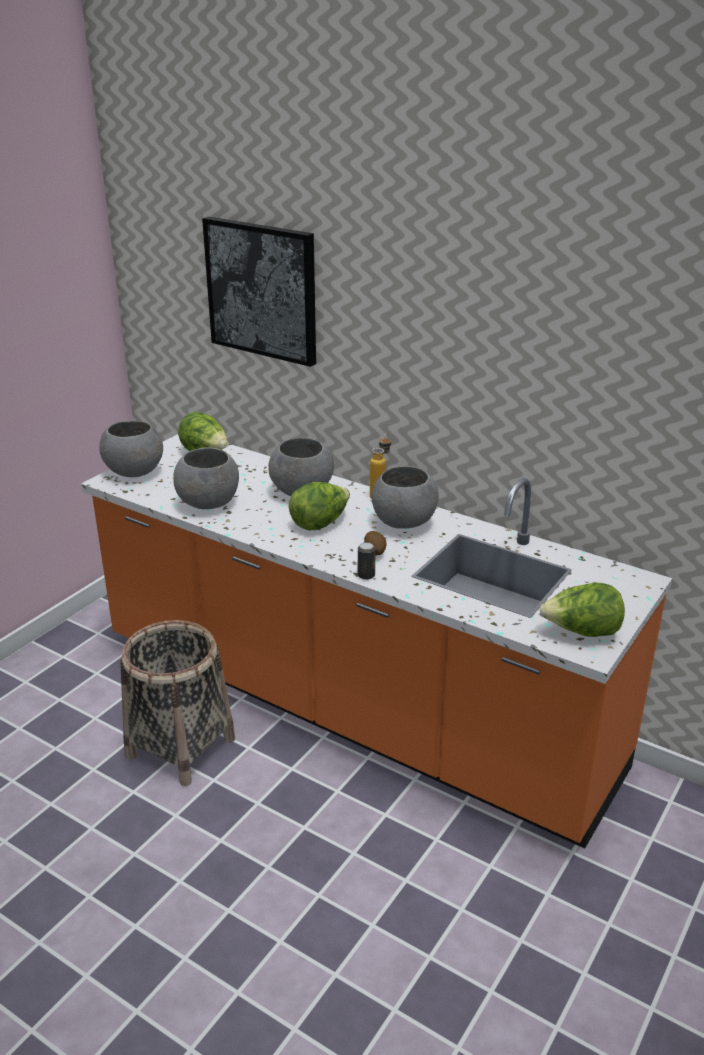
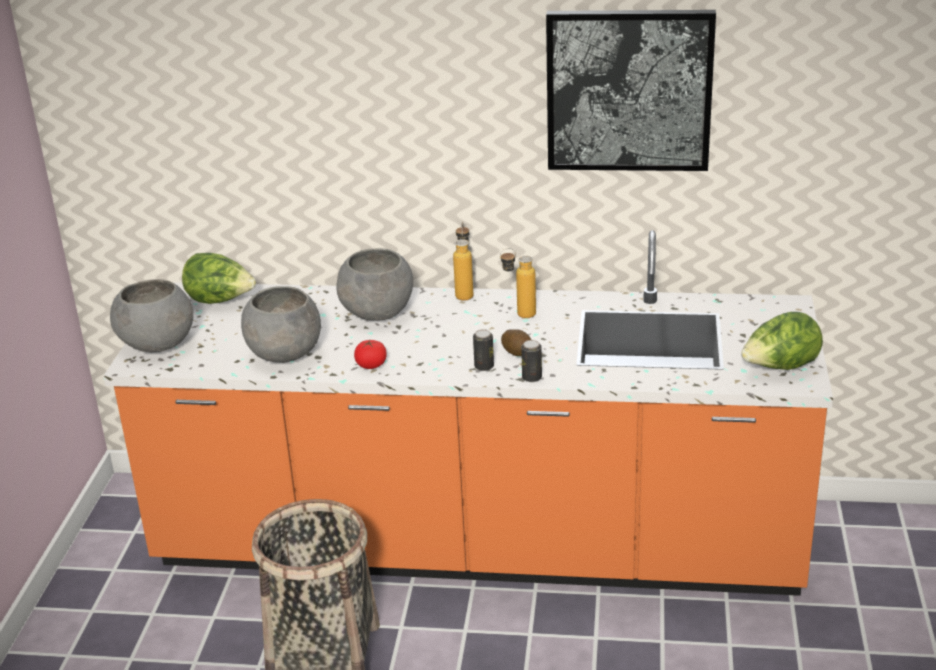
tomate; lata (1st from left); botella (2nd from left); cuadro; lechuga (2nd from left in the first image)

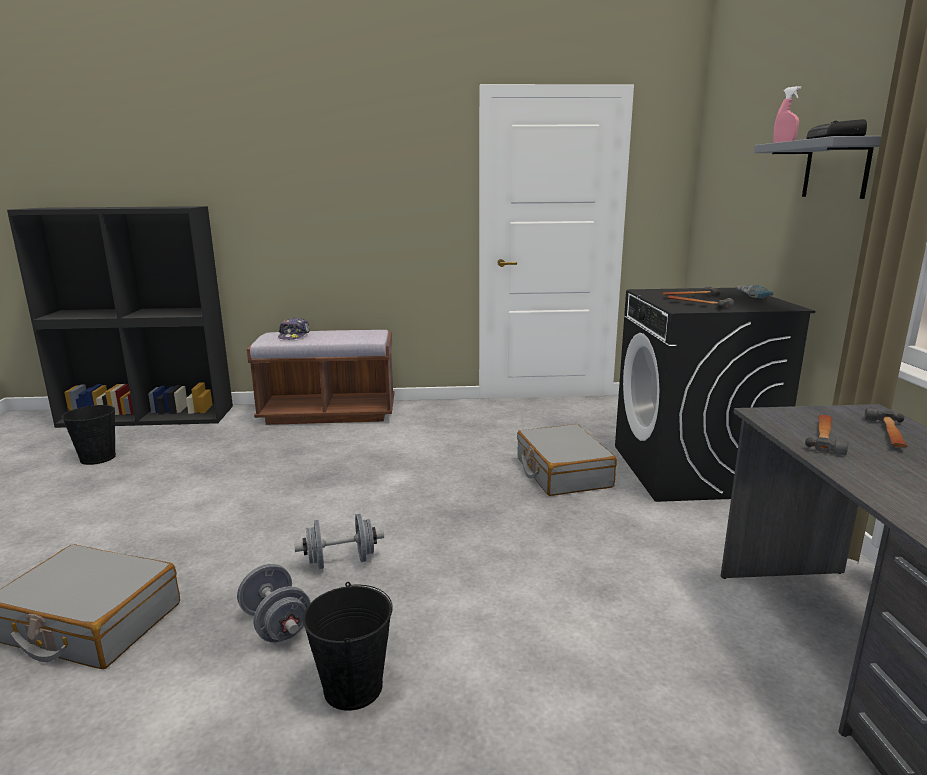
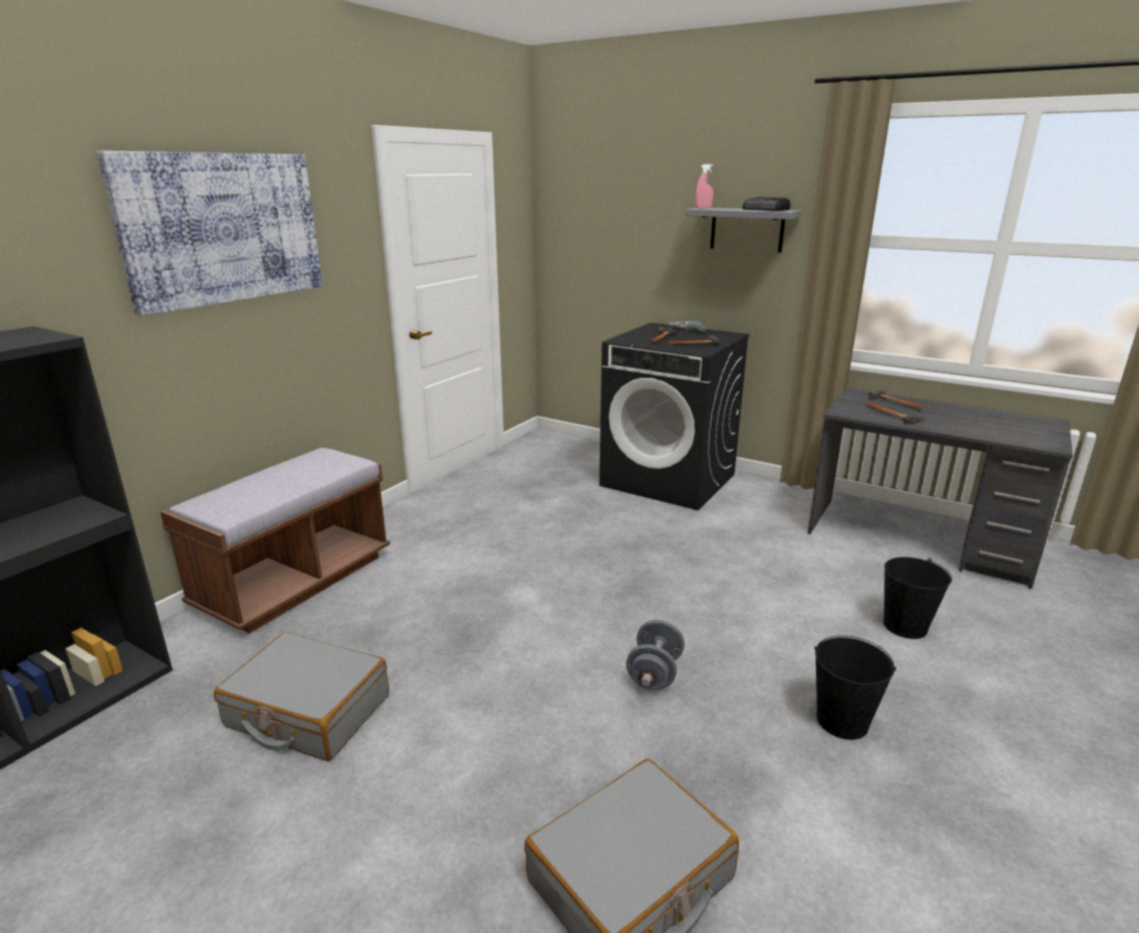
cuadro; maleta/gris (1st from left); cubo/negro (2nd from left); mancuerna/gris (1st from left in the first image); gorra

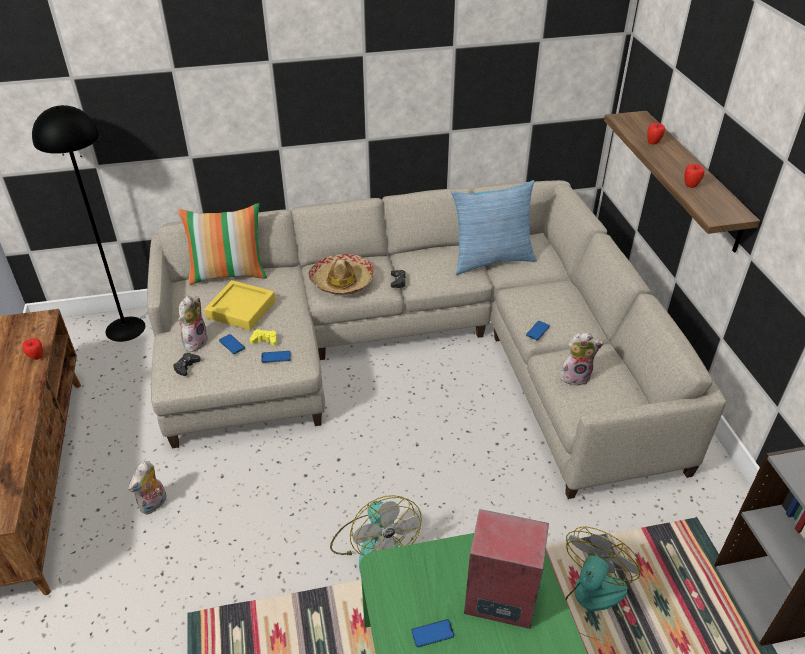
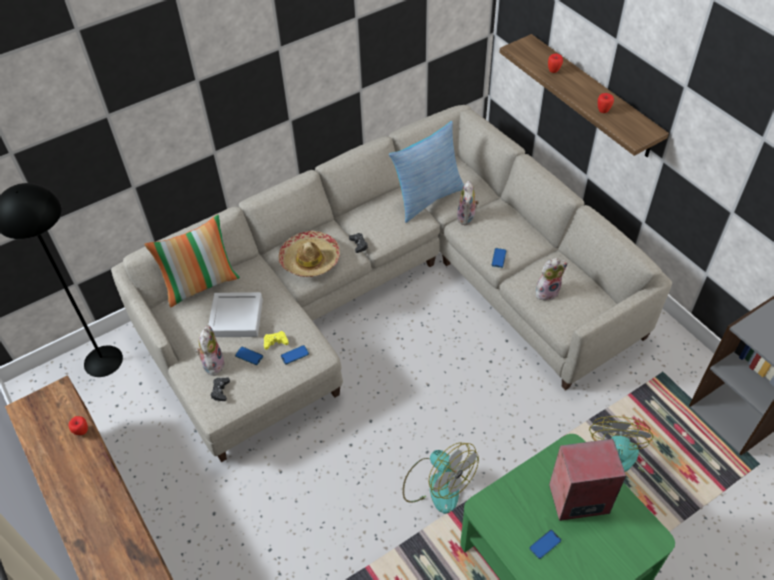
bandeja/gris; peluche (2nd from left)

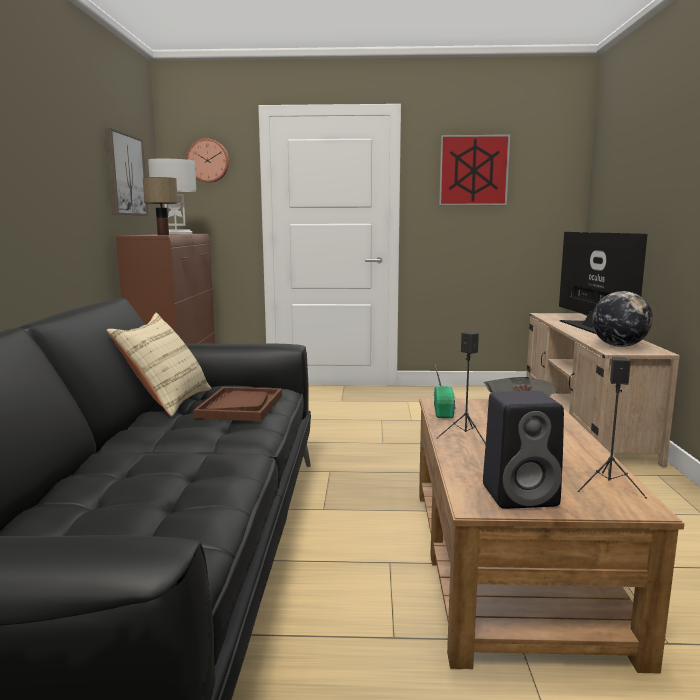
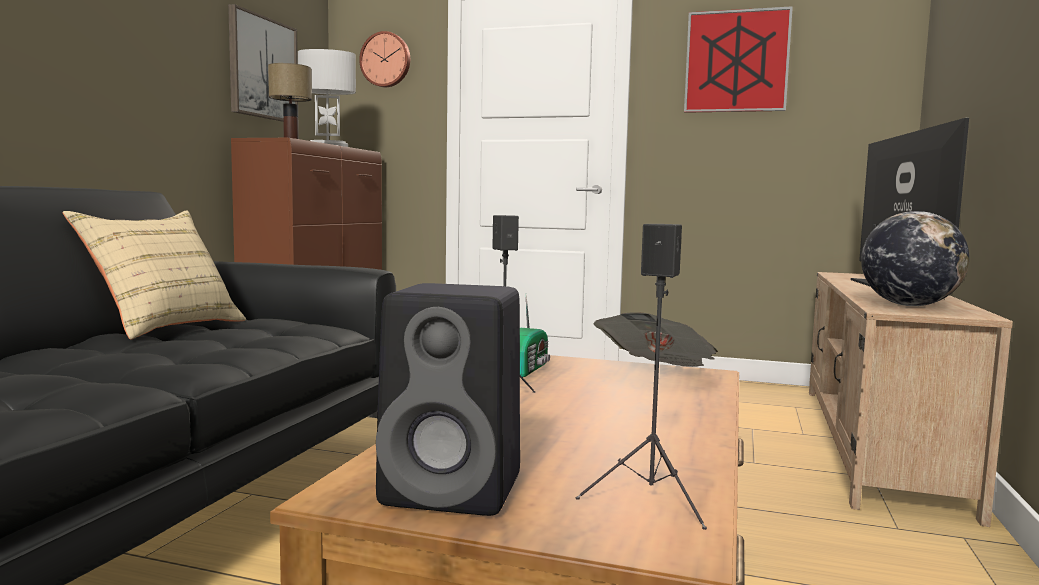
bandeja/marrón

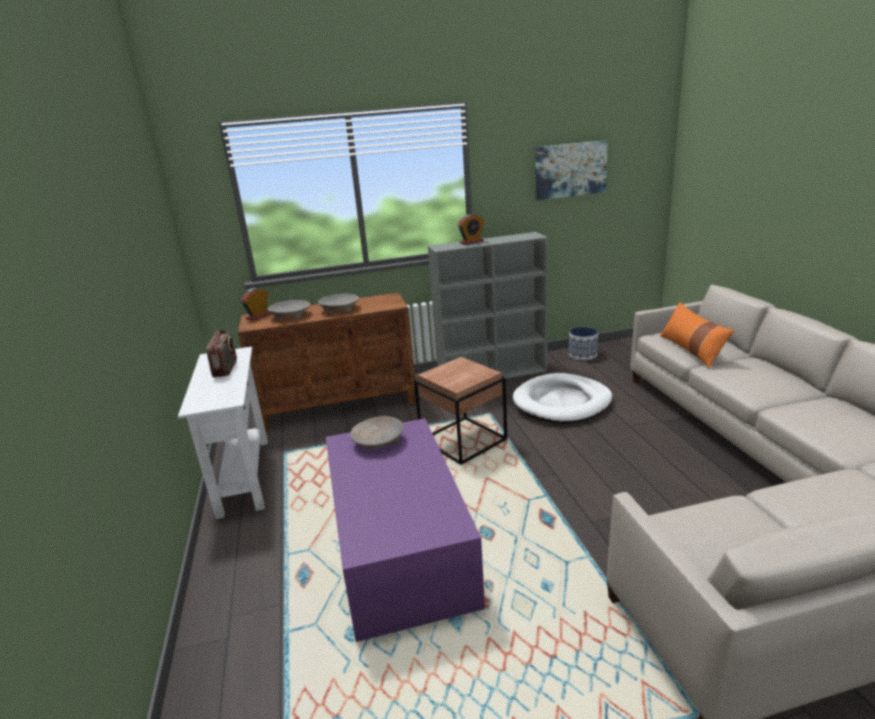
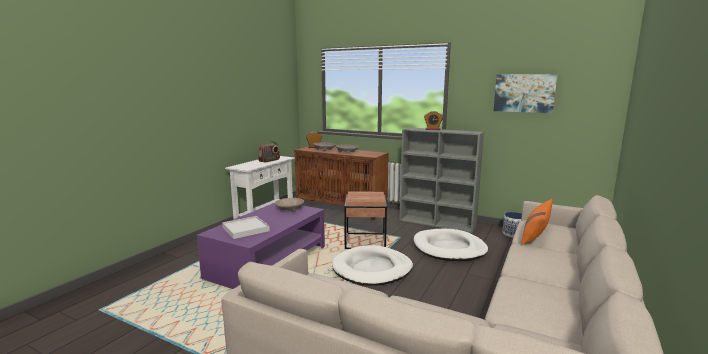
bandeja/blanco; cama para perro/blanco (1st from left)

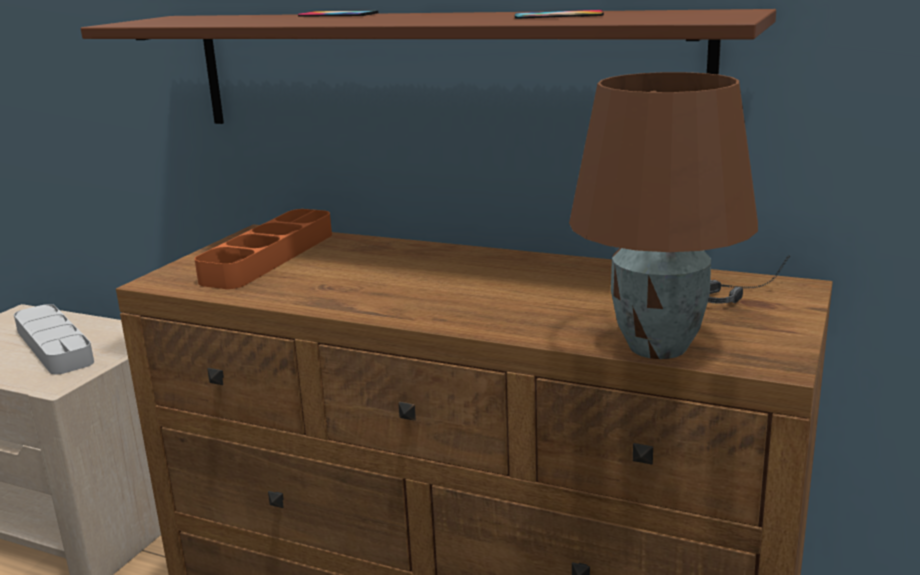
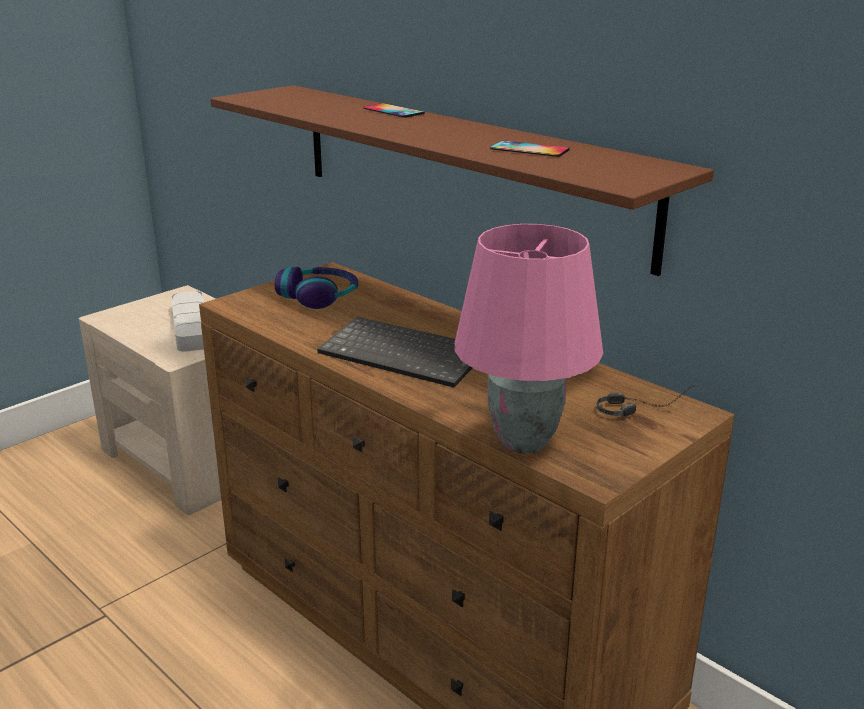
auriculares (1st from left); teclado; lámpara de mesa/rosa

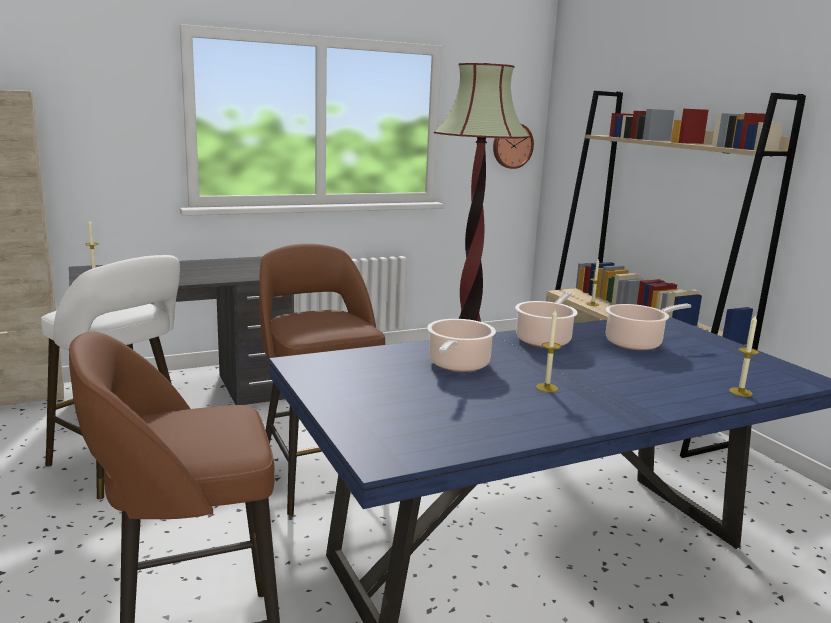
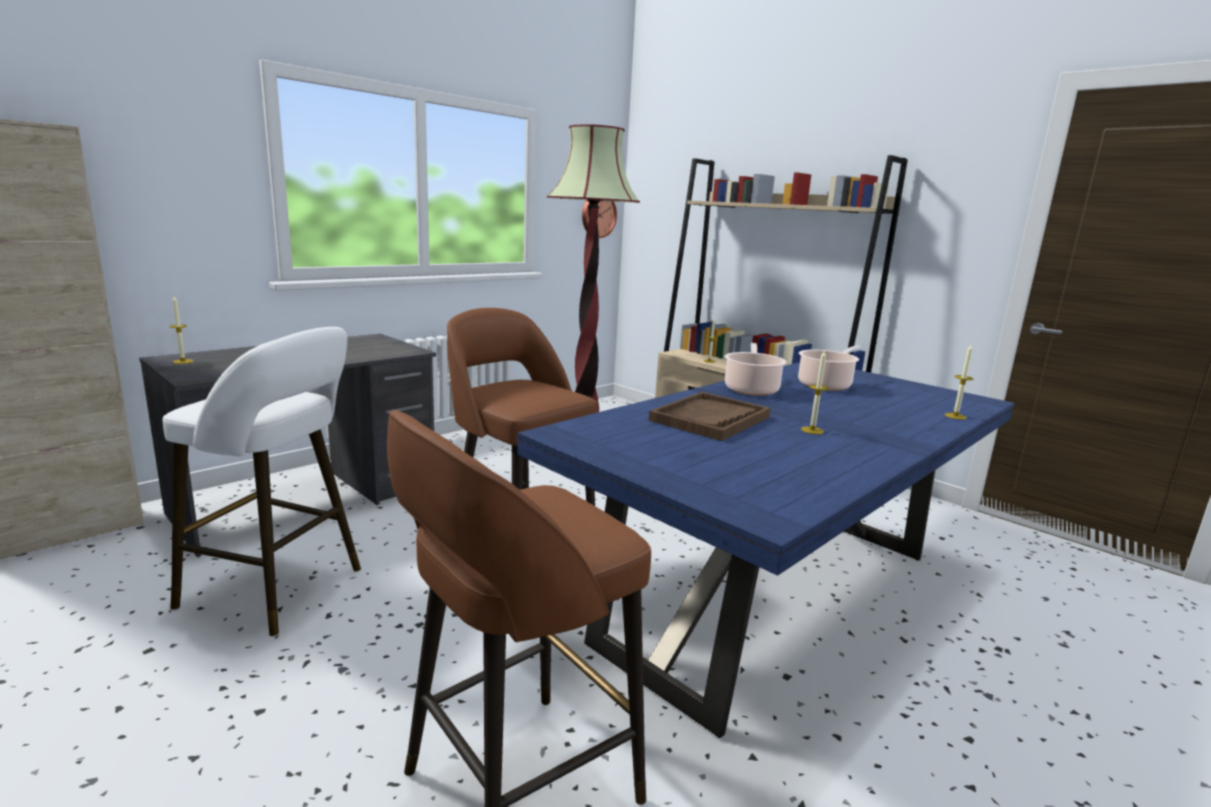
bandeja/marrón

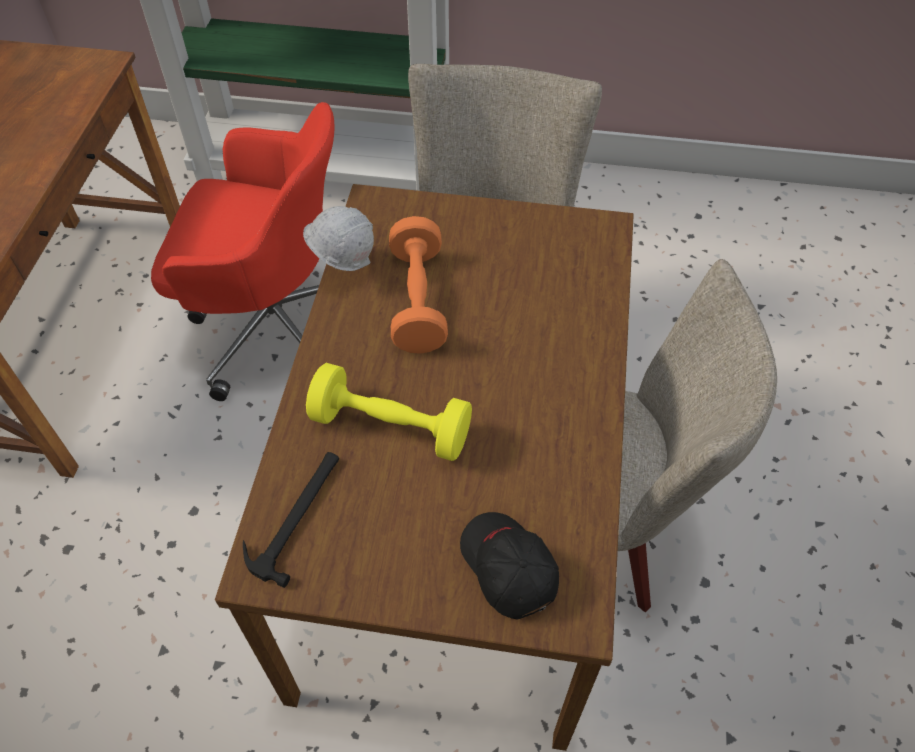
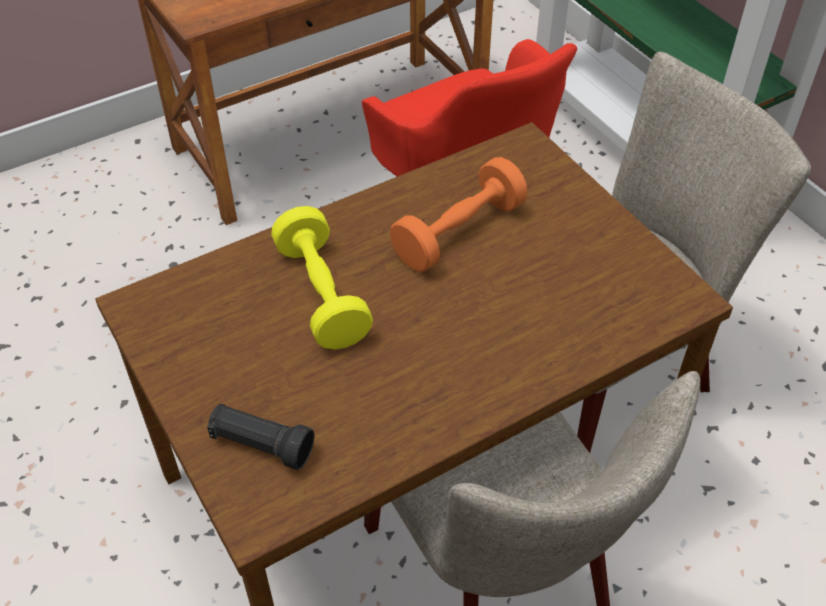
linterna/negro; martillo; casco/blanco

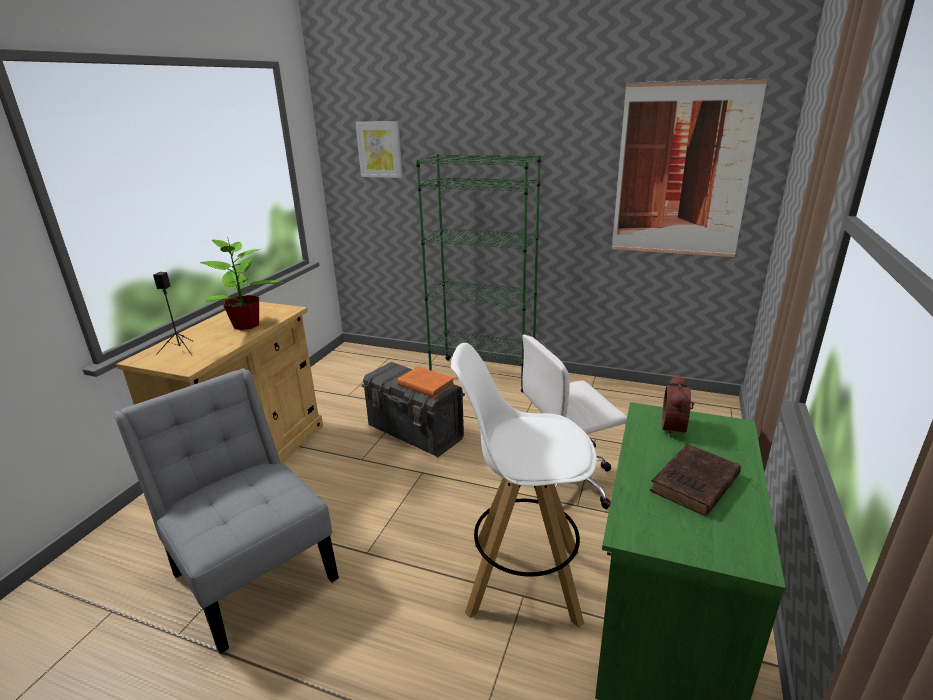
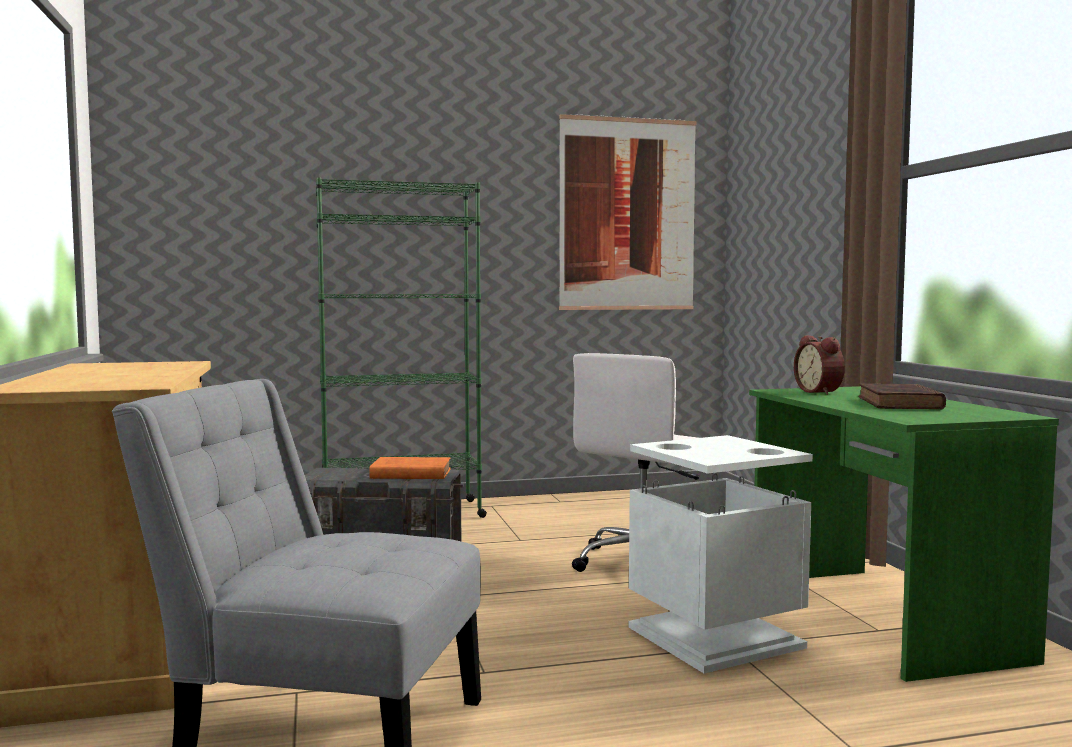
papelera/blanco; altavoz/negro; planta en maceta; cuadro (1st from left in the first image)

